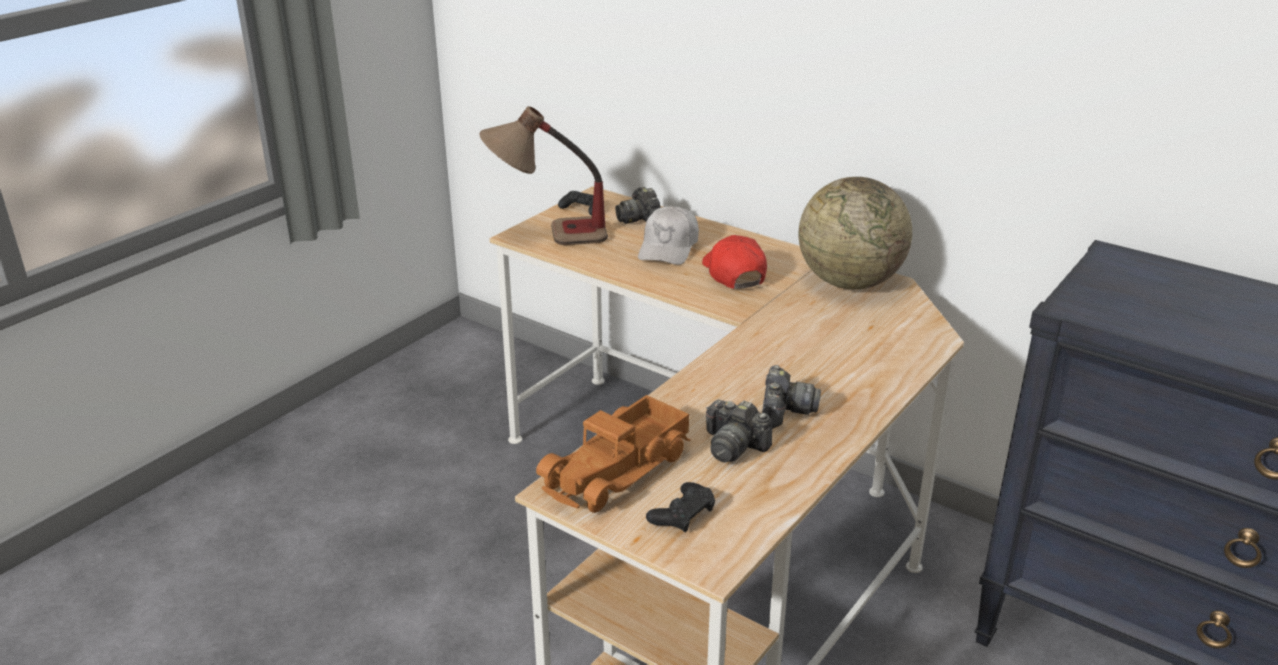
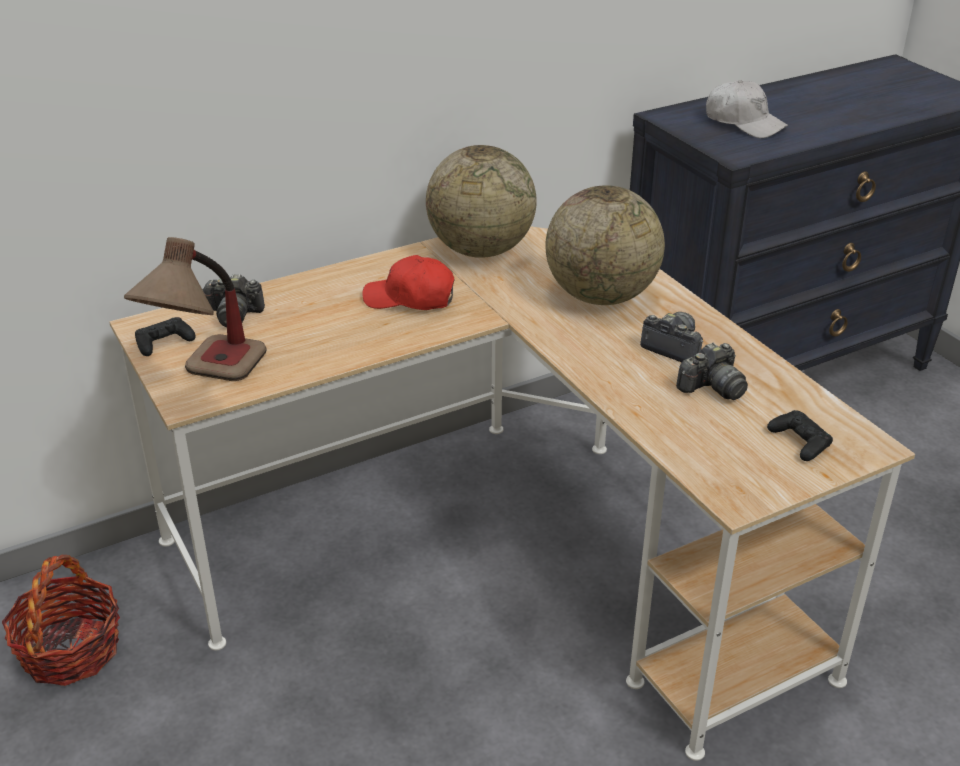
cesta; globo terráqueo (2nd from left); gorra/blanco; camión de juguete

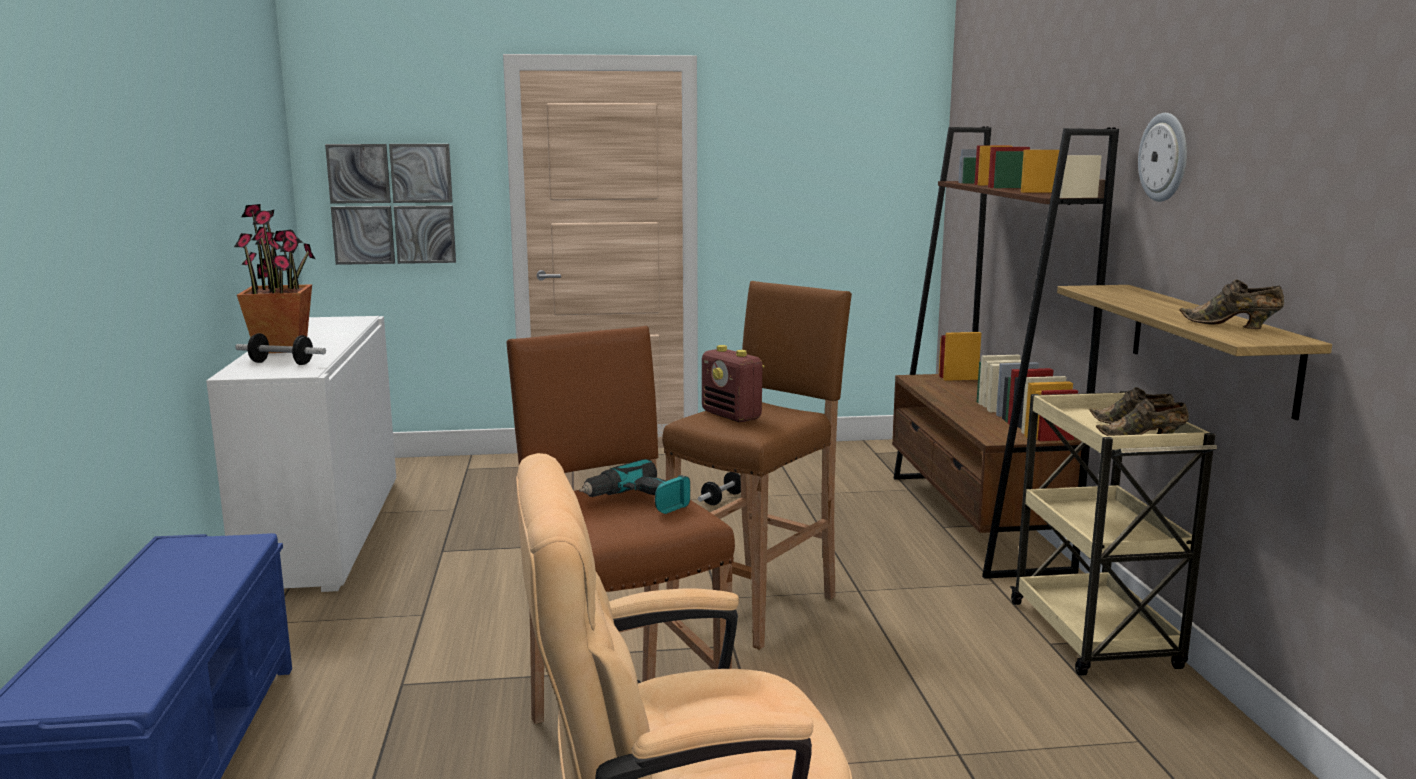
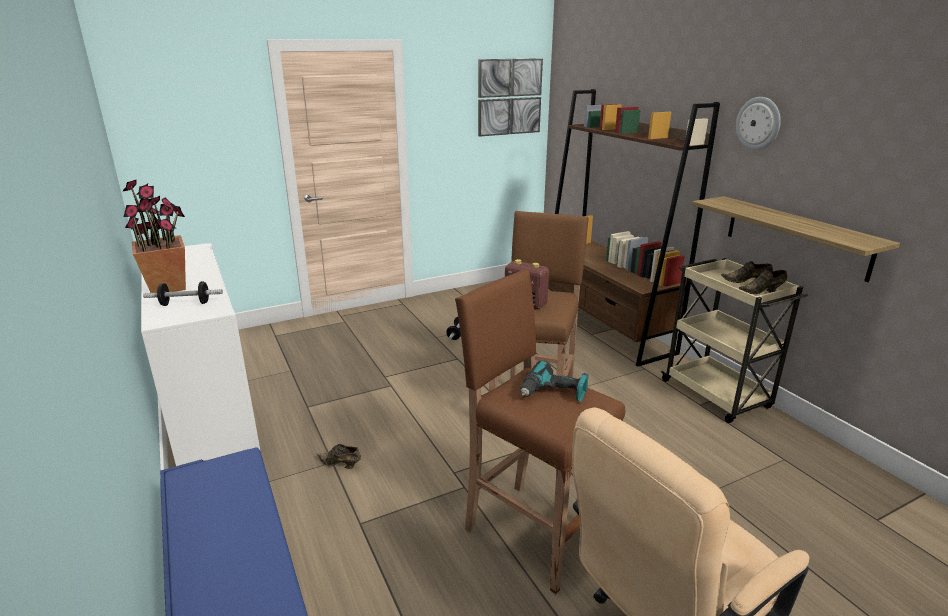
zapato/marrón (1st from left); cuadro

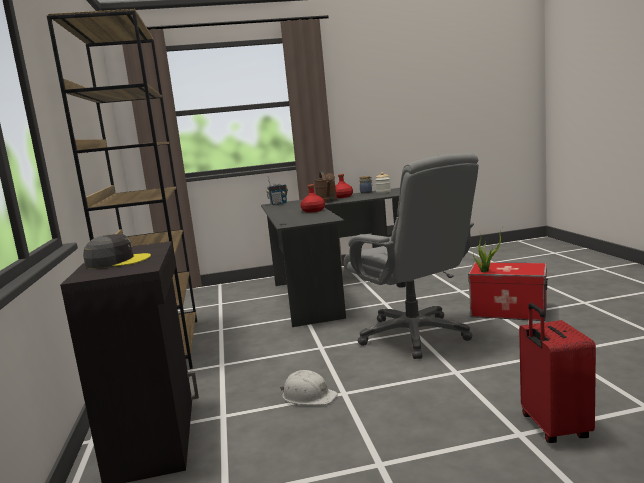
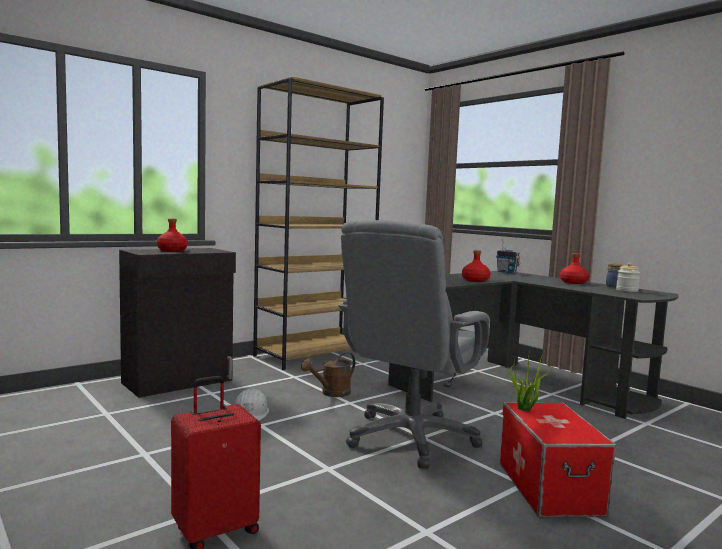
botella/rojo (1st from left); regadera/marrón

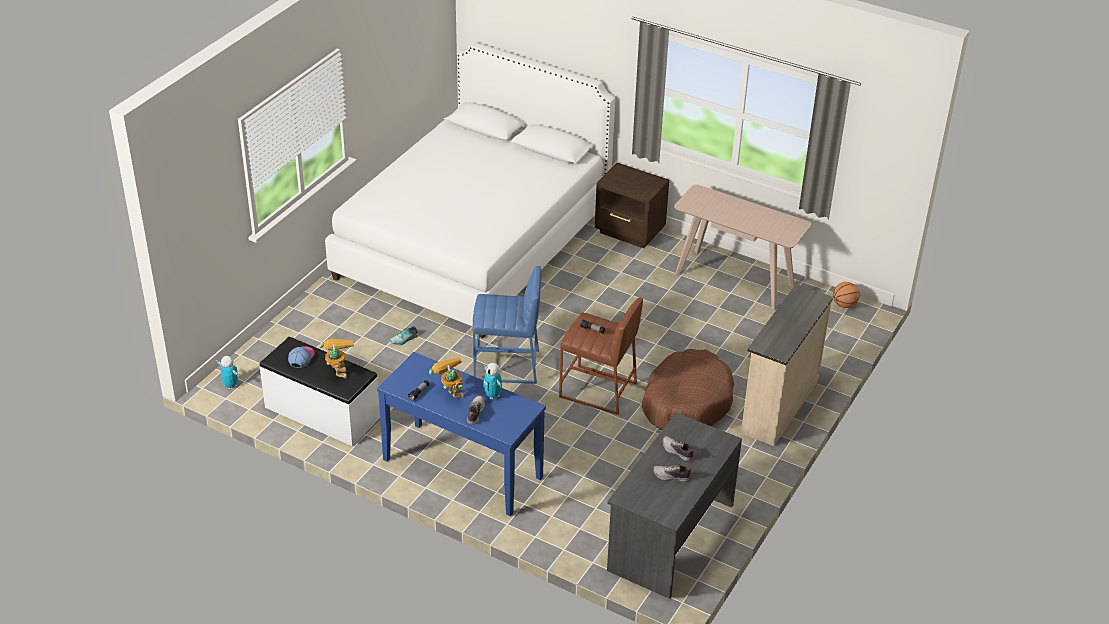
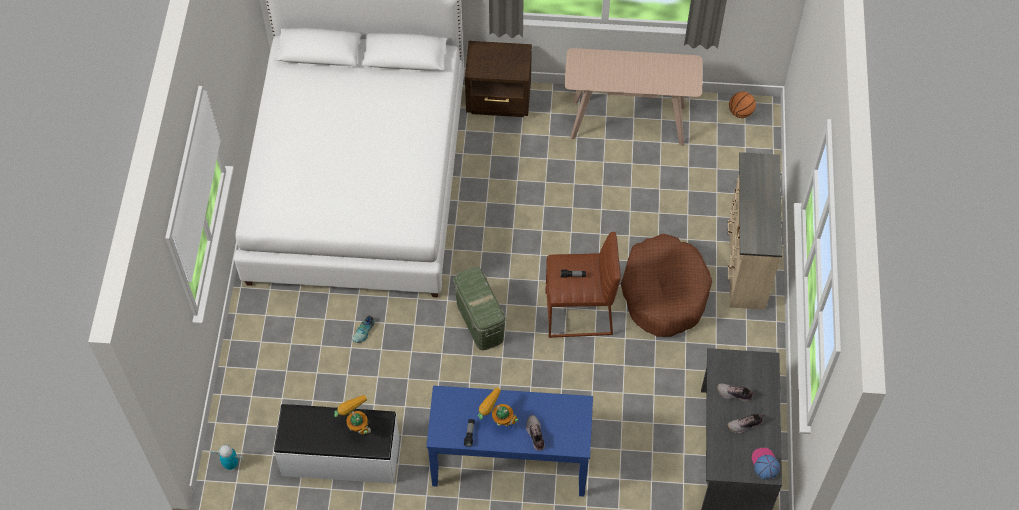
caja de almacenaje/verde; gorra; robot de juguete (4th from left in the first image)

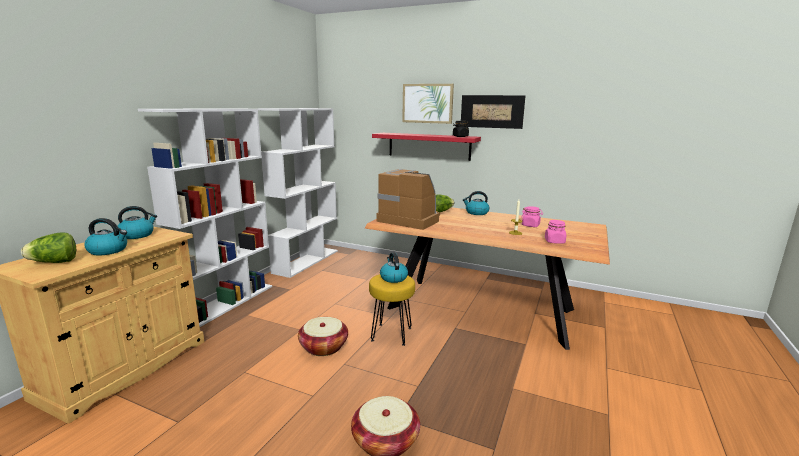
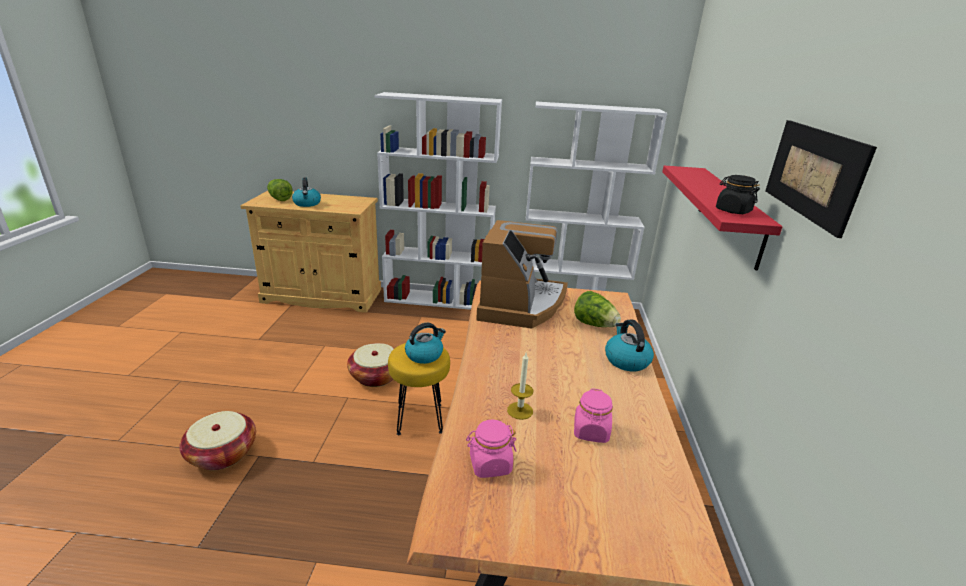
hervidor (2nd from left in the first image); cuadro (1st from left in the first image)

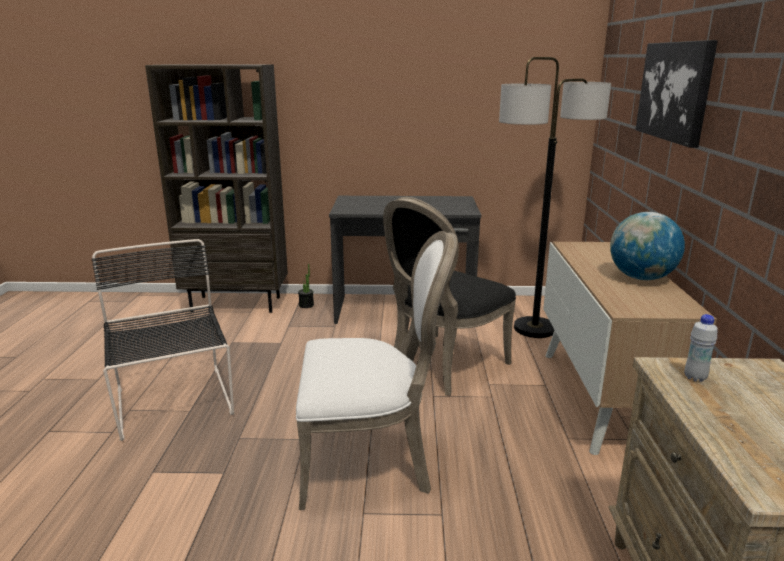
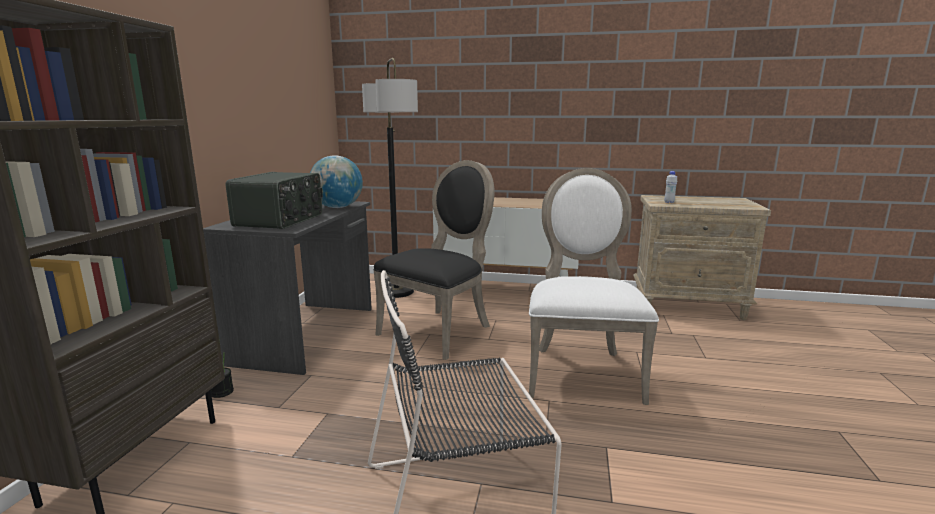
radio; globo terráqueo; silla/negro (1st from left); cuadro

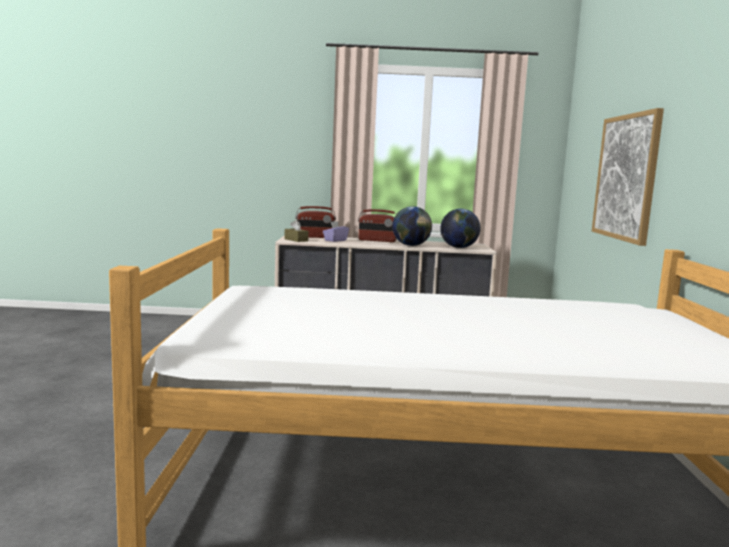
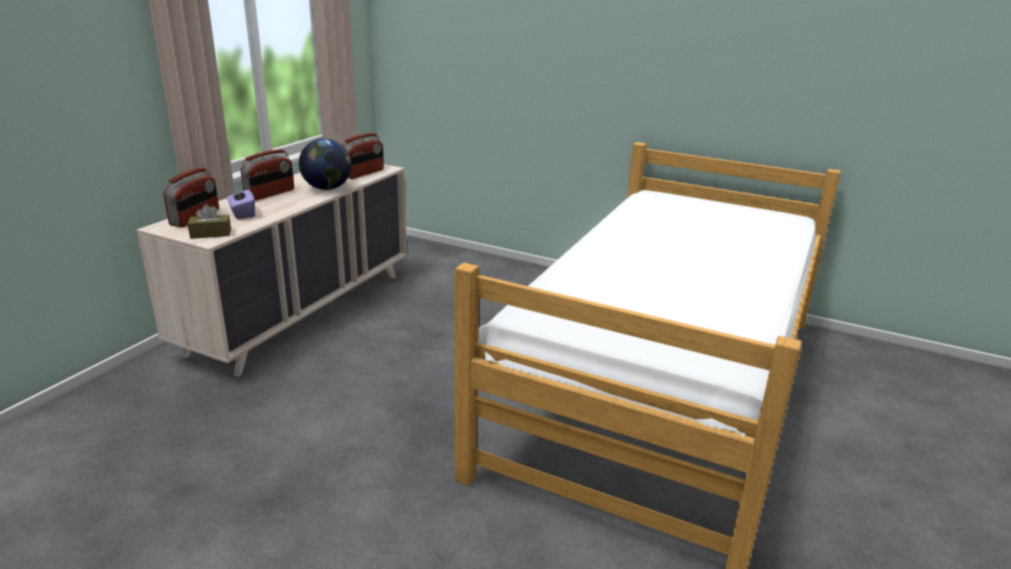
radio (3rd from left); cuadro

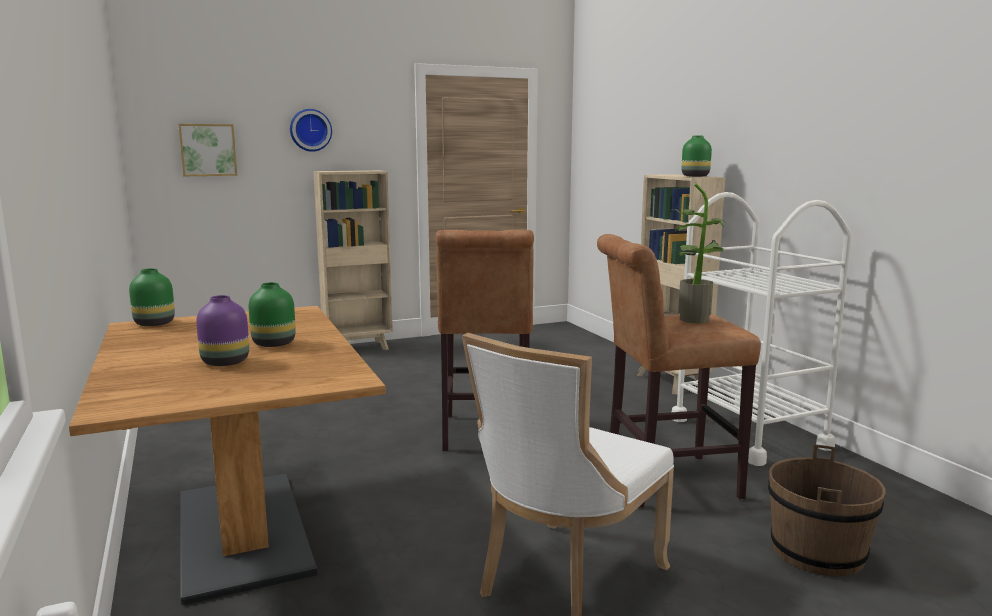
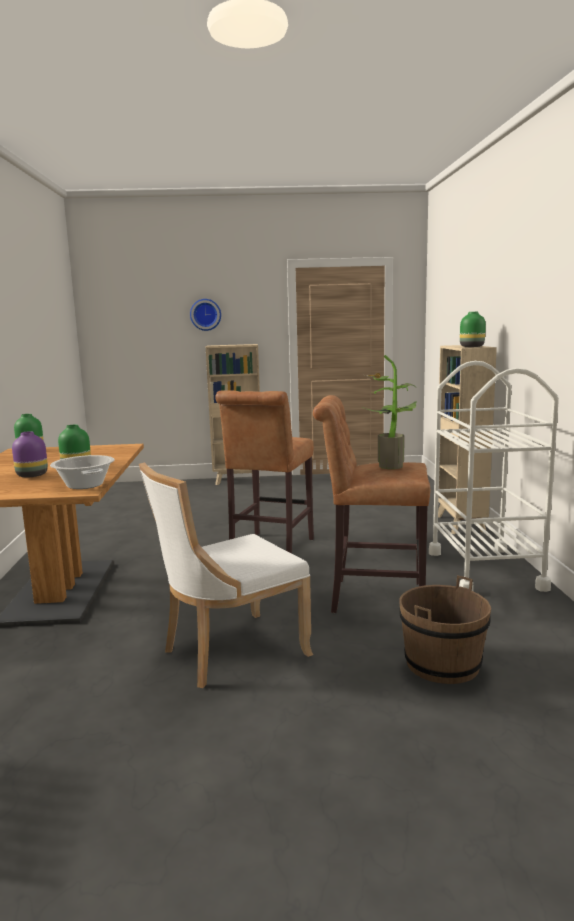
olla; cuadro

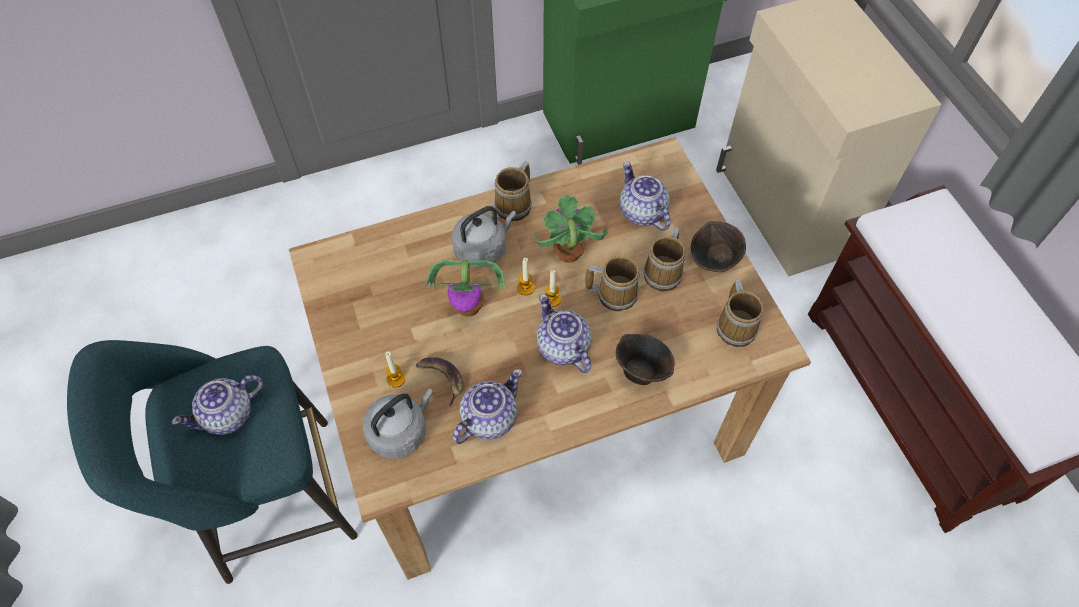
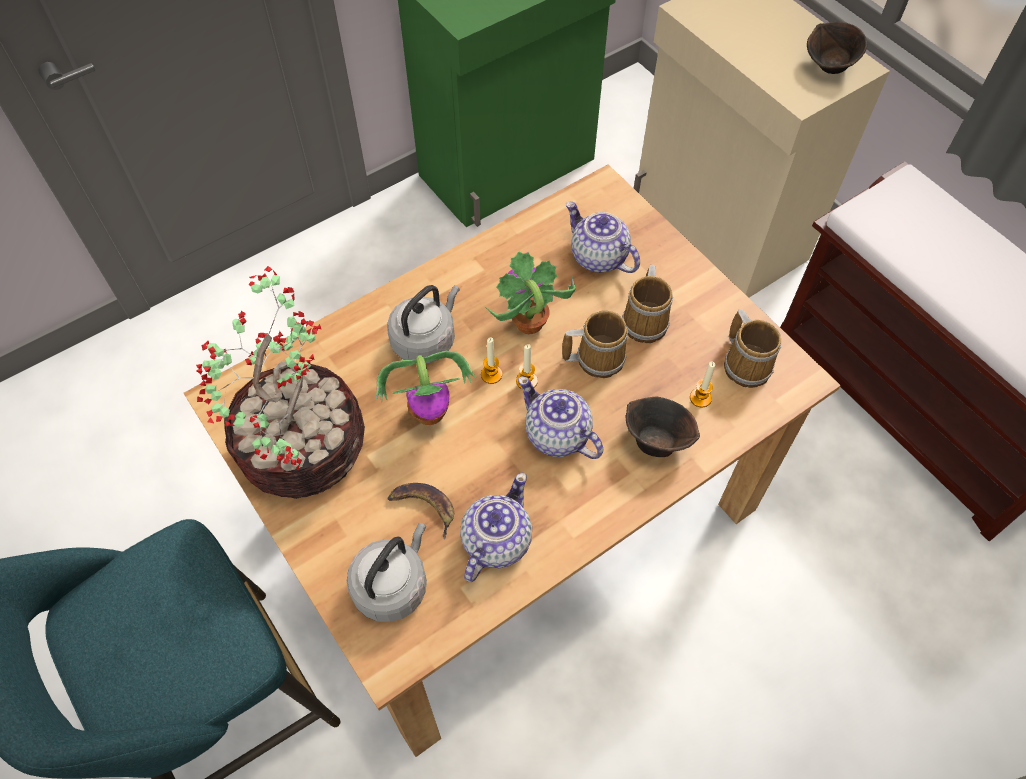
planta en maceta (1st from left); vela (3rd from left); cuenco/marrón (2nd from left); tetera (1st from left in the first image); taza grande (1st from left in the first image)

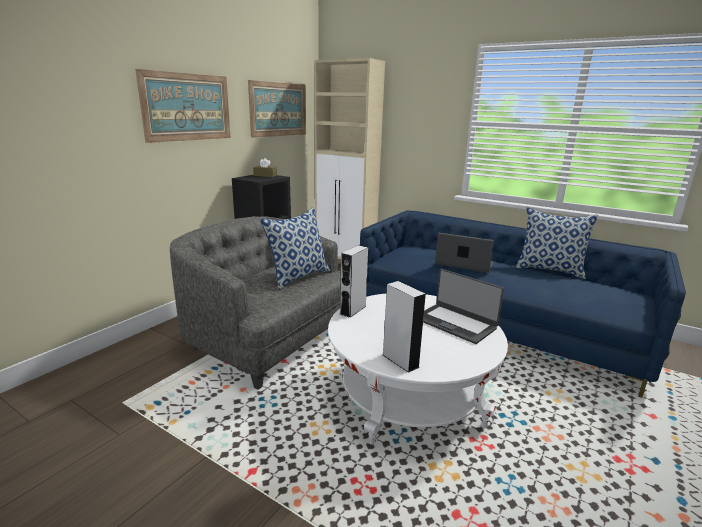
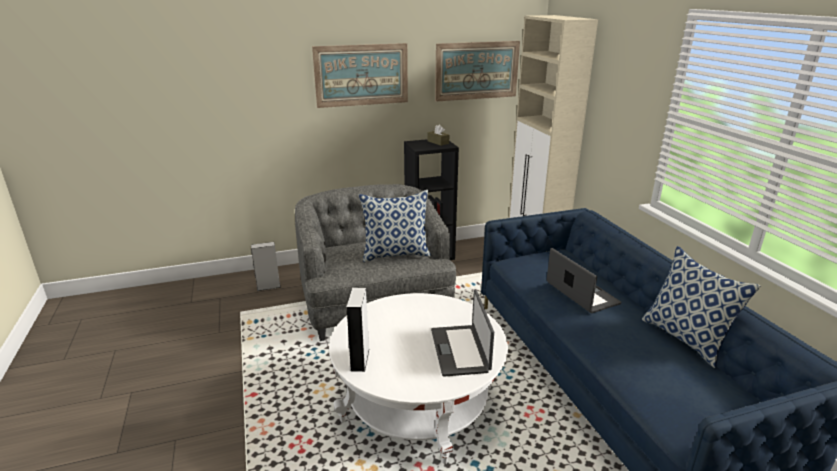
altavoz/gris (1st from left)

